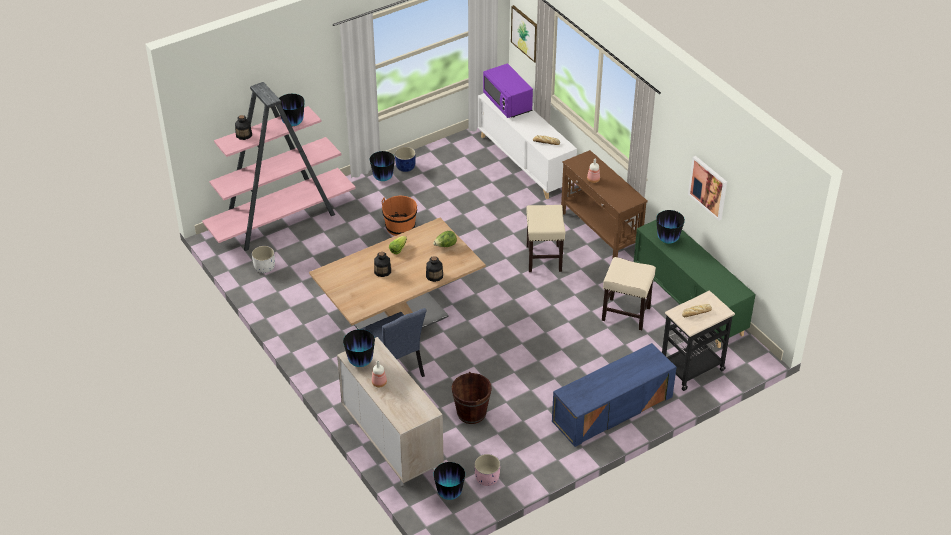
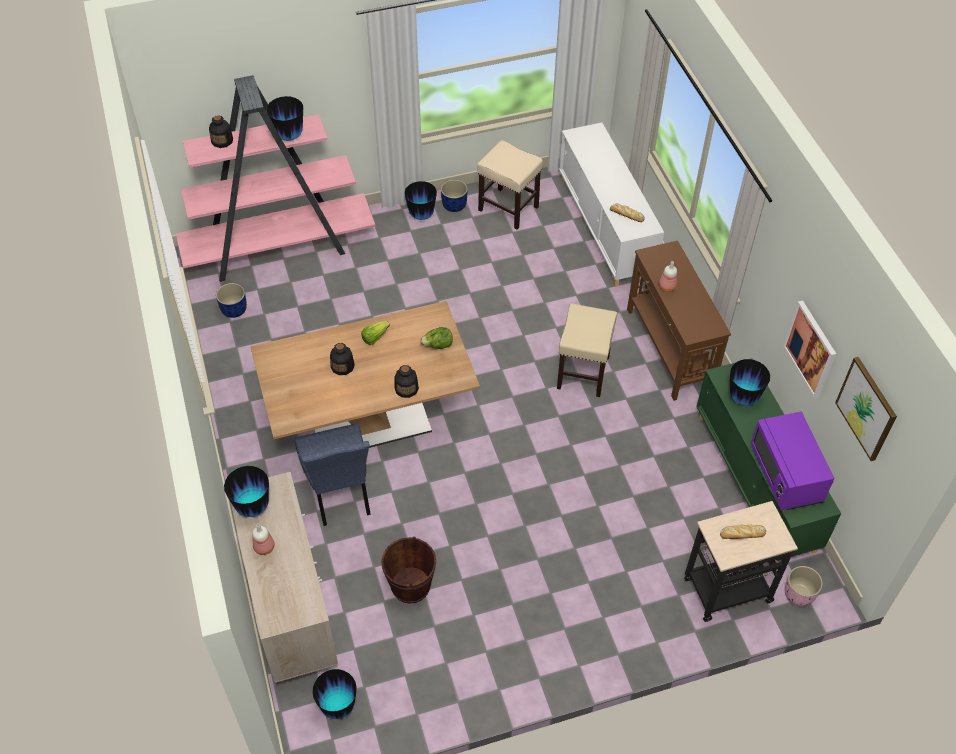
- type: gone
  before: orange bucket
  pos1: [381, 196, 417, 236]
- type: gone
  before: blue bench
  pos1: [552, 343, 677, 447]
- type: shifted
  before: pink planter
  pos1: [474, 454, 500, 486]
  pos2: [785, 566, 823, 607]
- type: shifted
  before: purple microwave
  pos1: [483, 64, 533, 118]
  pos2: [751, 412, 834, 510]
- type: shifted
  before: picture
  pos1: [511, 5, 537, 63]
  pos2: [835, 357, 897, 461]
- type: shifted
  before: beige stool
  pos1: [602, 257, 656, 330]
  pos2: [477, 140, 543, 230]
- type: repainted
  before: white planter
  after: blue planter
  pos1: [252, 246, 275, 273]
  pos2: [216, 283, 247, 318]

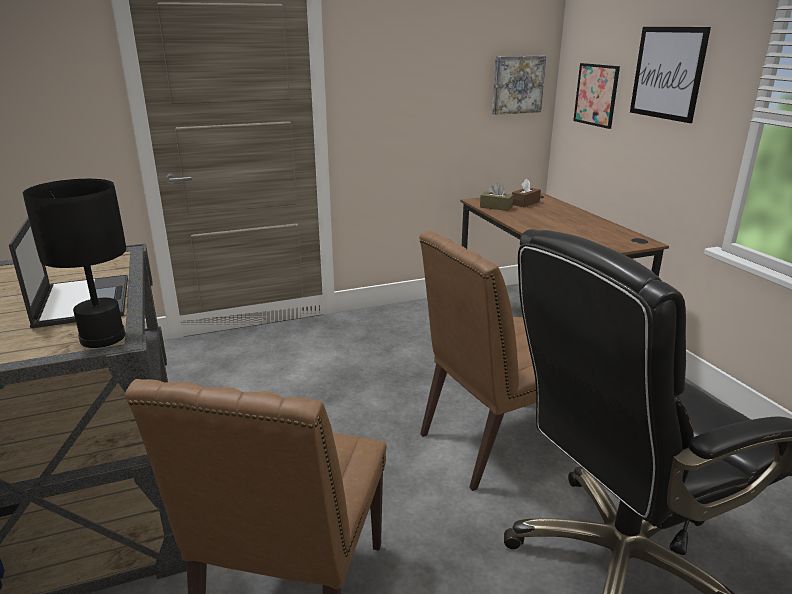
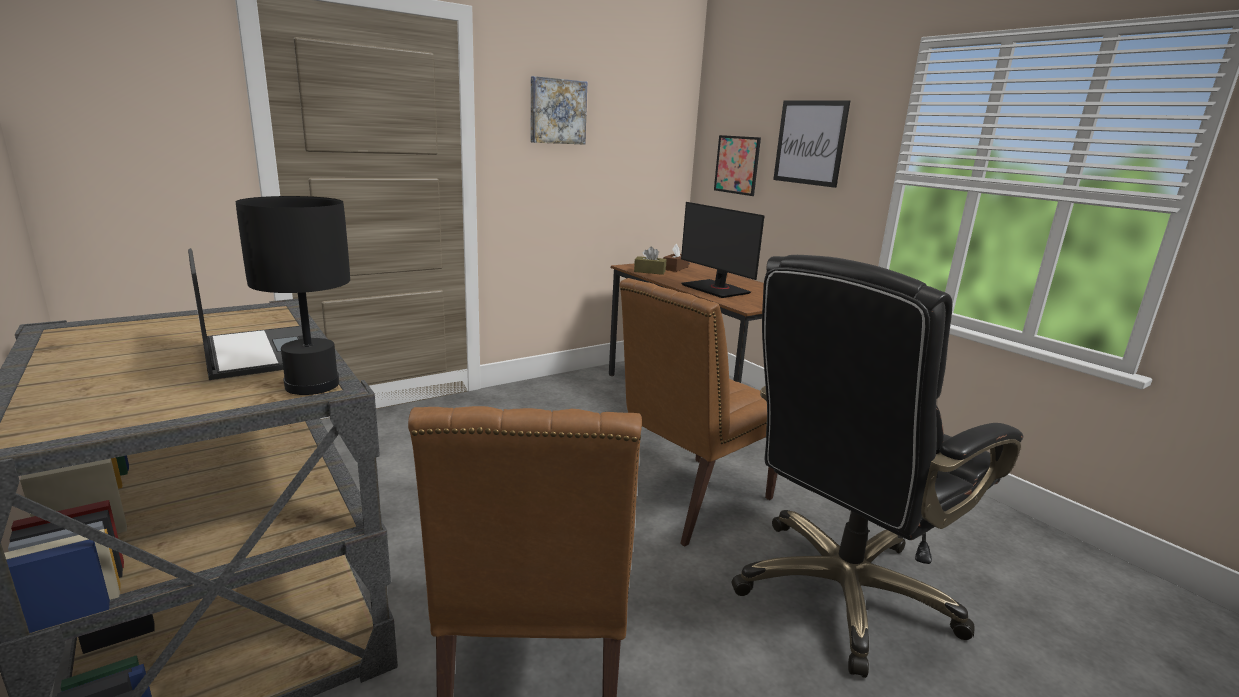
- type: new
  after: monitor
  pos2: [681, 202, 765, 298]
- type: shifted
  before: picture
  pos1: [492, 56, 546, 115]
  pos2: [530, 76, 587, 145]

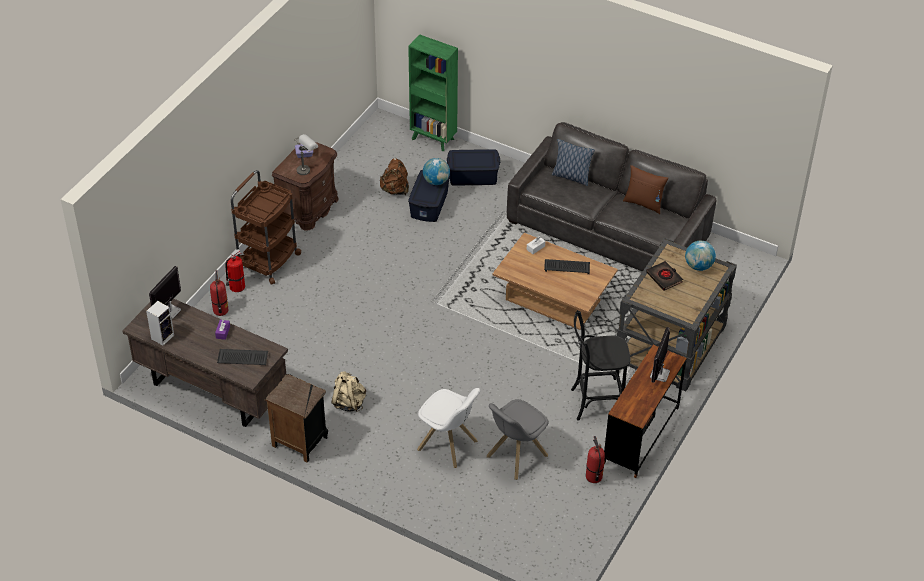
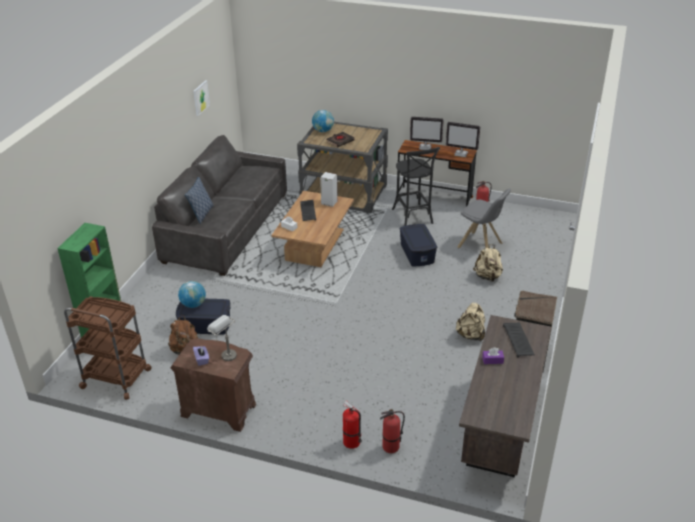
- type: gone
  before: brown pillow
  pos1: [623, 165, 668, 214]
- type: new
  after: picture
  pos2: [193, 80, 210, 116]
- type: shifted
  before: speaker
  pos1: [146, 301, 174, 346]
  pos2: [320, 172, 338, 207]
- type: shifted
  before: monitor
  pos1: [149, 266, 181, 319]
  pos2: [446, 122, 480, 157]
- type: shifted
  before: brown cart
  pos1: [231, 170, 301, 285]
  pos2: [64, 296, 152, 400]
- type: shifted
  before: blue storage box
  pos1: [447, 149, 500, 185]
  pos2: [399, 224, 437, 266]
- type: swapped
  before: white chair
  after: beige backpack
  pos1: [417, 388, 480, 468]
  pos2: [473, 244, 503, 282]

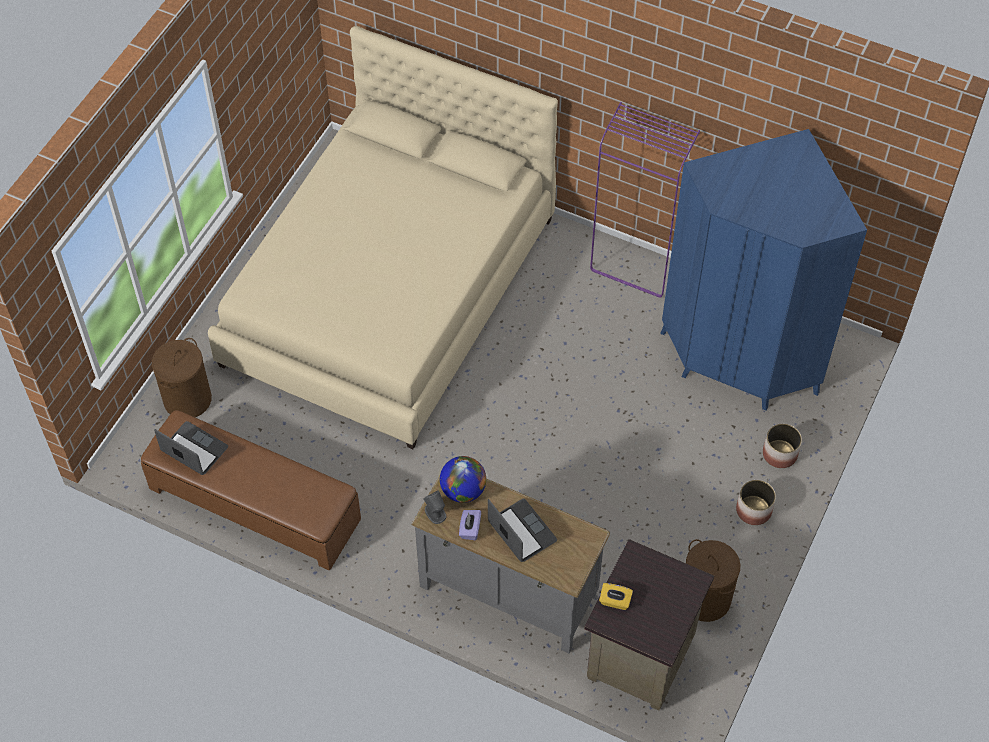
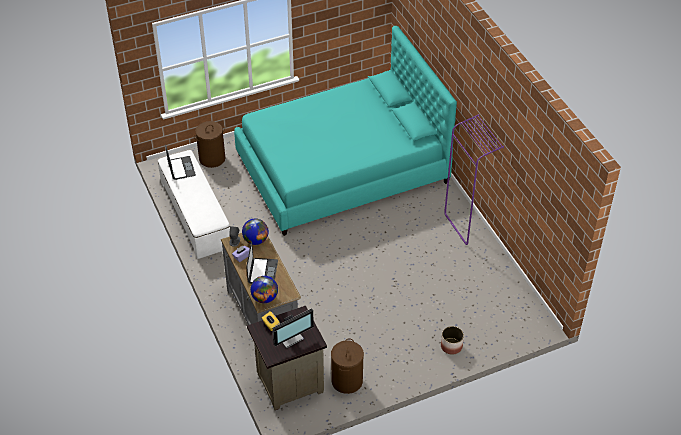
- type: gone
  before: blue wardrobe
  pos1: [660, 129, 867, 410]
- type: gone
  before: planter
  pos1: [736, 480, 776, 525]
- type: new
  after: globe
  pos2: [250, 276, 278, 303]
- type: new
  after: monitor
  pos2: [273, 308, 314, 348]
- type: repainted
  before: brown bench
  after: white bench
  pos1: [141, 410, 361, 570]
  pos2: [158, 150, 230, 259]
- type: repainted
  before: beige bed
  after: turquoise bed
  pos1: [208, 26, 558, 449]
  pos2: [234, 26, 457, 236]

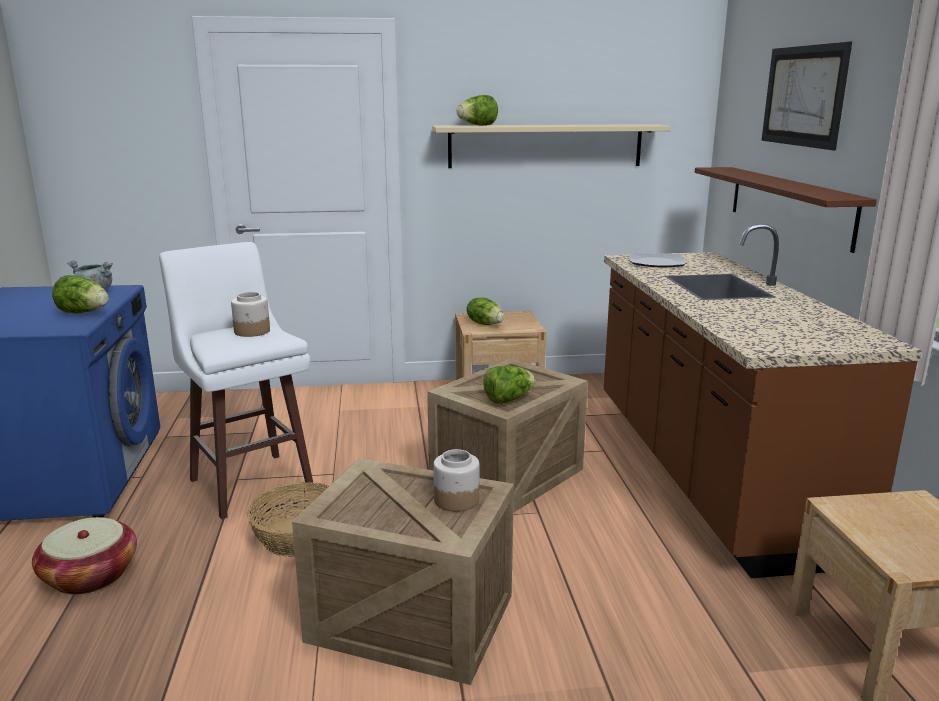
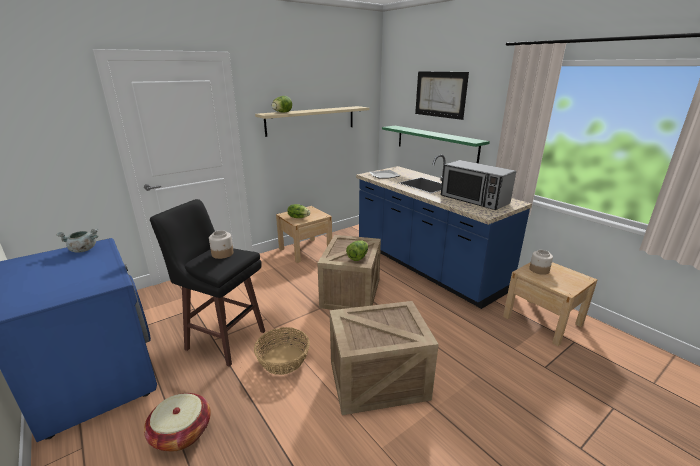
- type: gone
  before: lettuce
  pos1: [52, 275, 109, 313]
- type: new
  after: microwave
  pos2: [441, 160, 516, 210]
- type: shifted
  before: jar
  pos1: [433, 449, 479, 512]
  pos2: [529, 250, 553, 275]
- type: repainted
  before: white stool
  after: black stool
  pos1: [159, 242, 313, 519]
  pos2: [150, 199, 265, 367]
- type: repainted
  before: brown counter
  after: blue counter
  pos1: [604, 224, 922, 578]
  pos2: [356, 155, 532, 309]
- type: repainted
  before: brown shelf
  after: green shelf
  pos1: [695, 167, 877, 253]
  pos2: [382, 126, 490, 163]

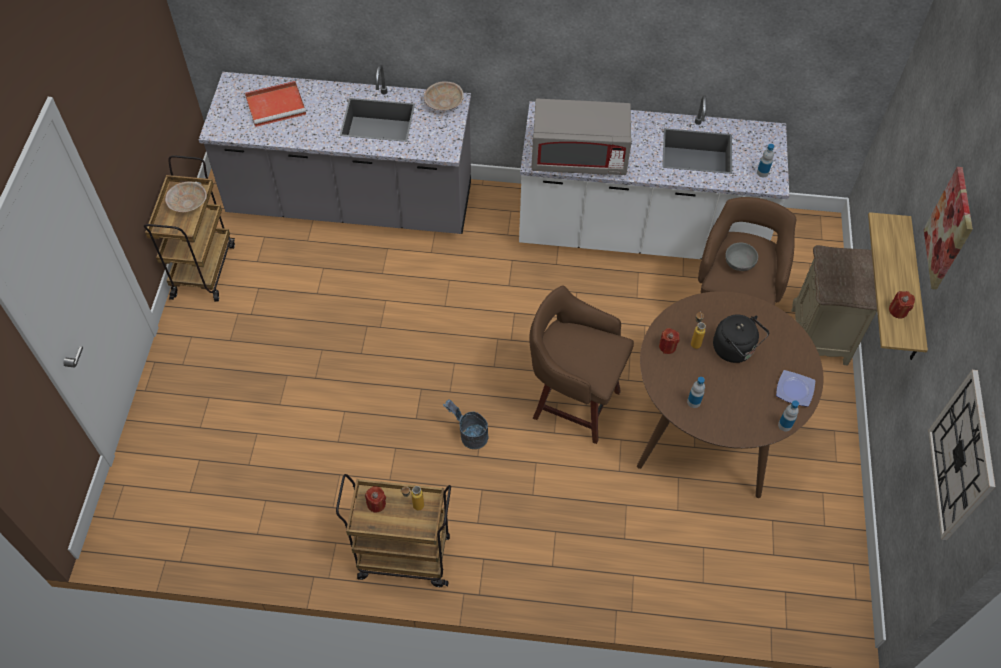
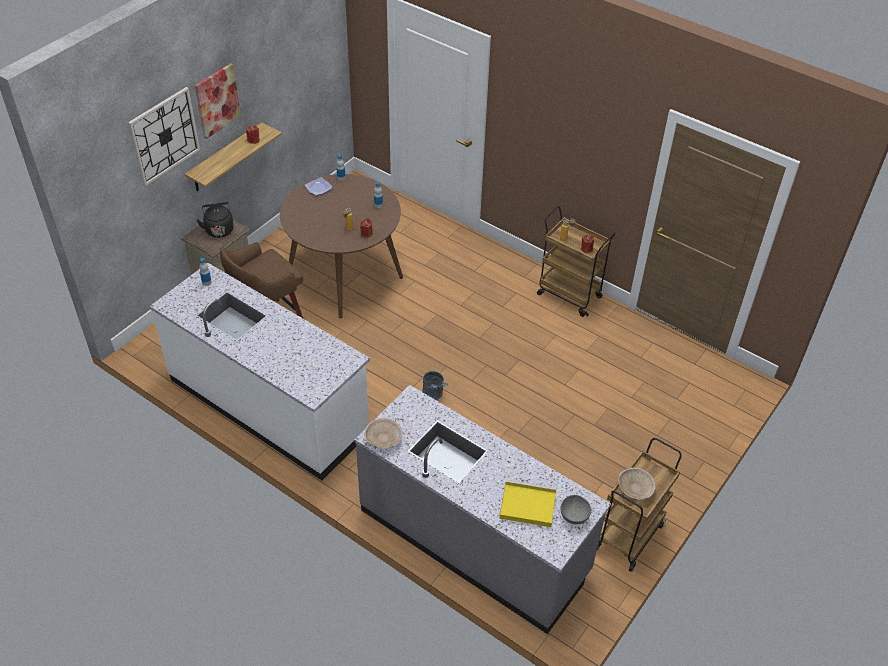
- type: gone
  before: brown stool
  pos1: [529, 285, 634, 444]
- type: gone
  before: grey microwave
  pos1: [531, 99, 632, 175]
- type: shifted
  before: grey bucket
  pos1: [443, 399, 488, 449]
  pos2: [422, 371, 449, 400]
- type: shifted
  before: black kettle
  pos1: [713, 314, 769, 363]
  pos2: [197, 202, 234, 238]
- type: shifted
  before: grey bowl
  pos1: [725, 242, 758, 271]
  pos2: [560, 495, 591, 525]
- type: shifted
  before: wall clock
  pos1: [928, 370, 996, 540]
  pos2: [128, 87, 200, 186]
- type: repainted
  before: red tray
  after: yellow tray
  pos1: [245, 81, 306, 127]
  pos2: [499, 480, 557, 527]

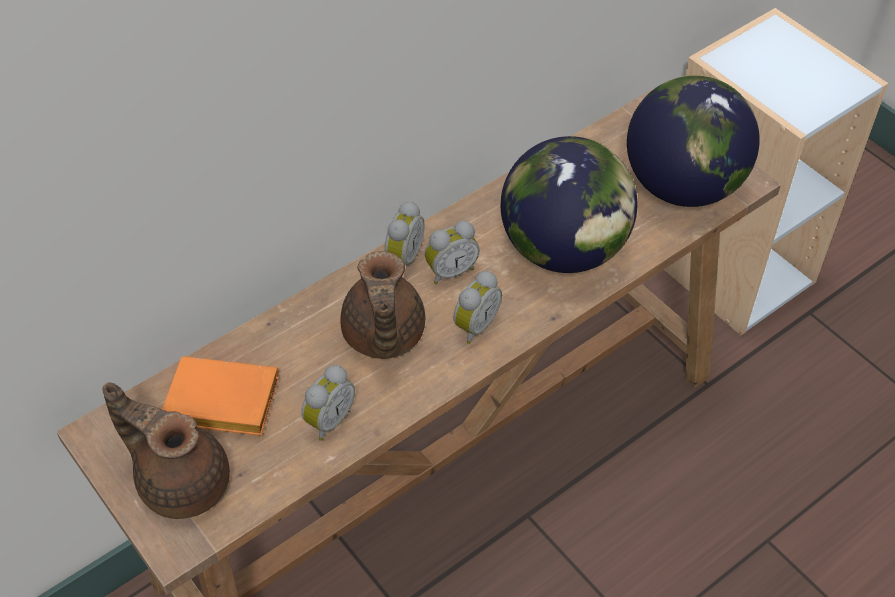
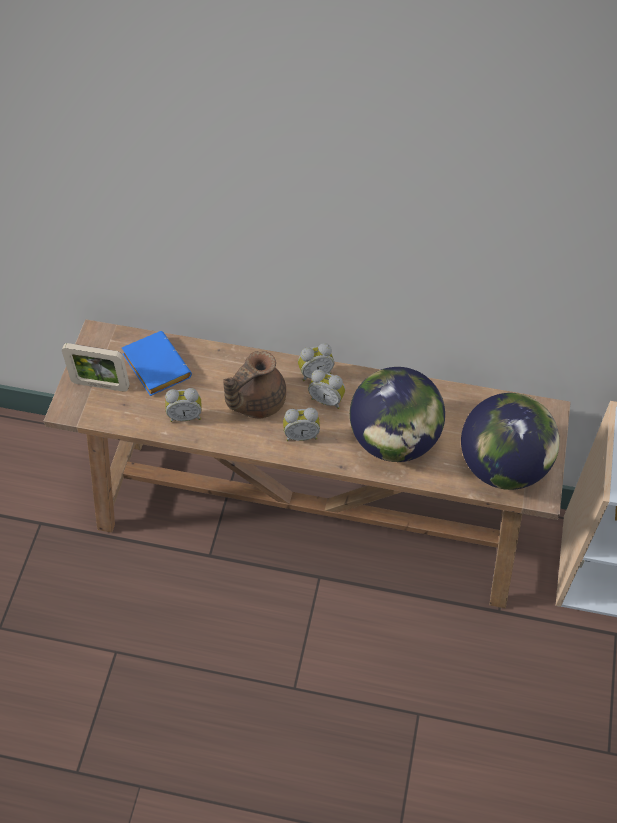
- type: swapped
  before: brown teapot
  after: picture frame
  pos1: [103, 382, 230, 519]
  pos2: [62, 343, 130, 392]
- type: repainted
  before: orange book
  after: blue book
  pos1: [162, 356, 279, 436]
  pos2: [122, 331, 192, 396]

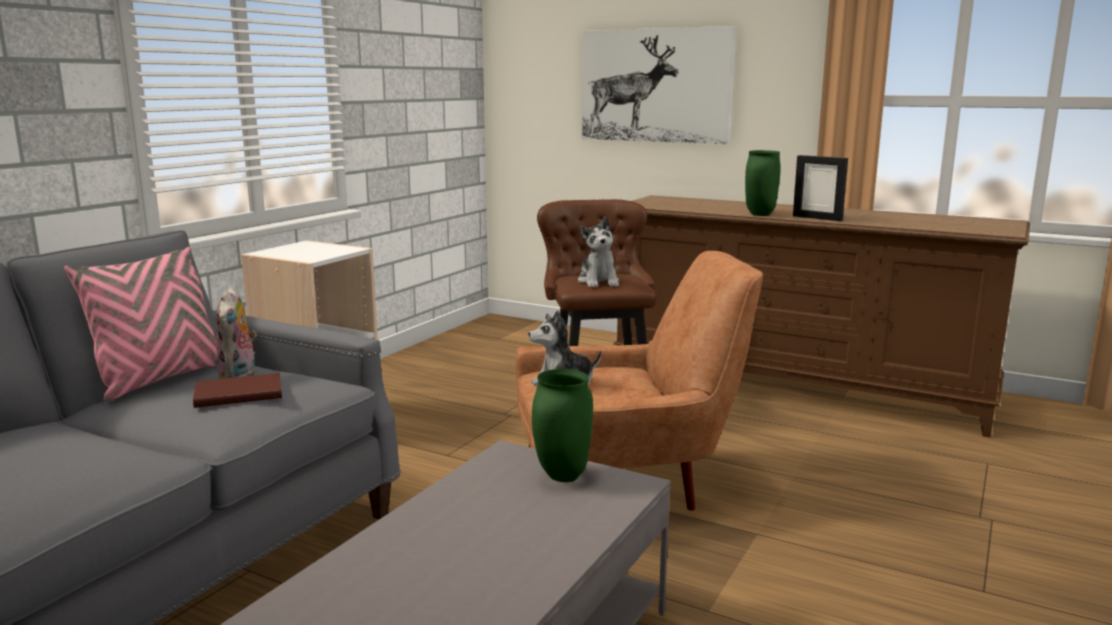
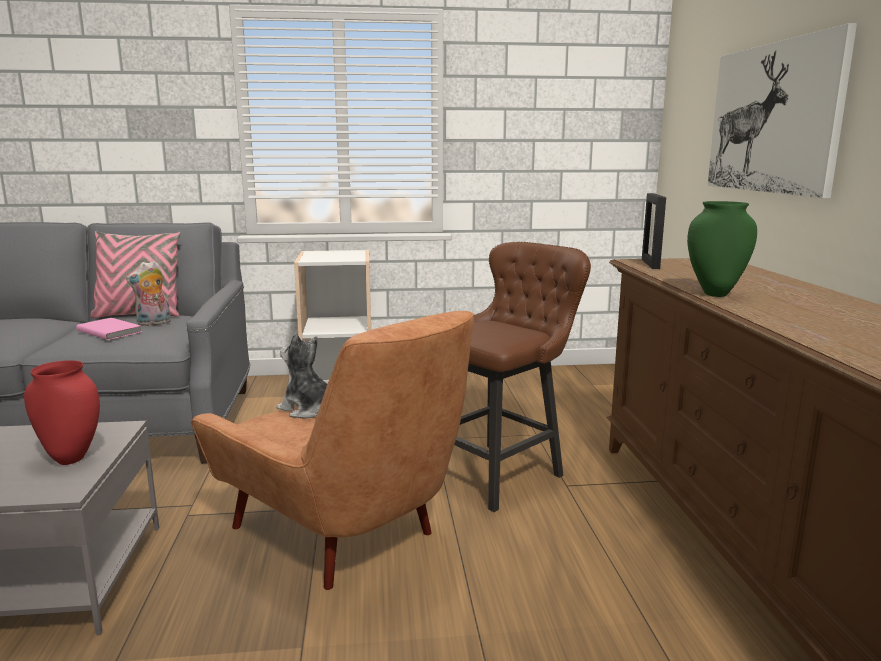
- type: gone
  before: plush toy
  pos1: [578, 217, 619, 288]
- type: shifted
  before: picture frame
  pos1: [793, 155, 848, 221]
  pos2: [642, 193, 666, 269]
- type: repainted
  before: brown book
  after: pink book
  pos1: [193, 373, 282, 408]
  pos2: [76, 318, 141, 340]
- type: repainted
  before: green vase
  after: red vase
  pos1: [532, 369, 593, 482]
  pos2: [24, 360, 100, 465]

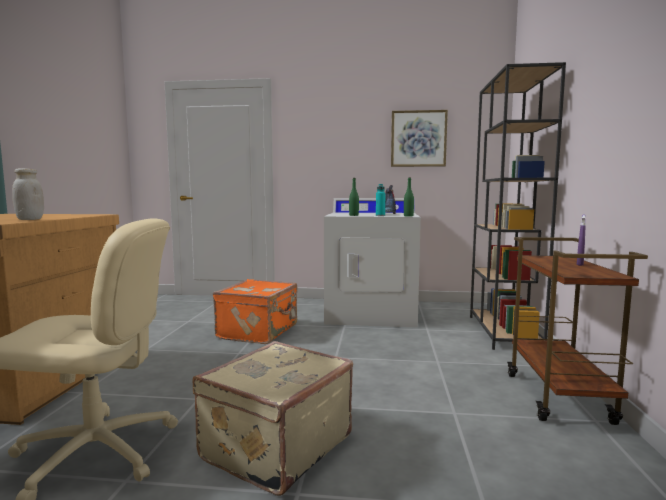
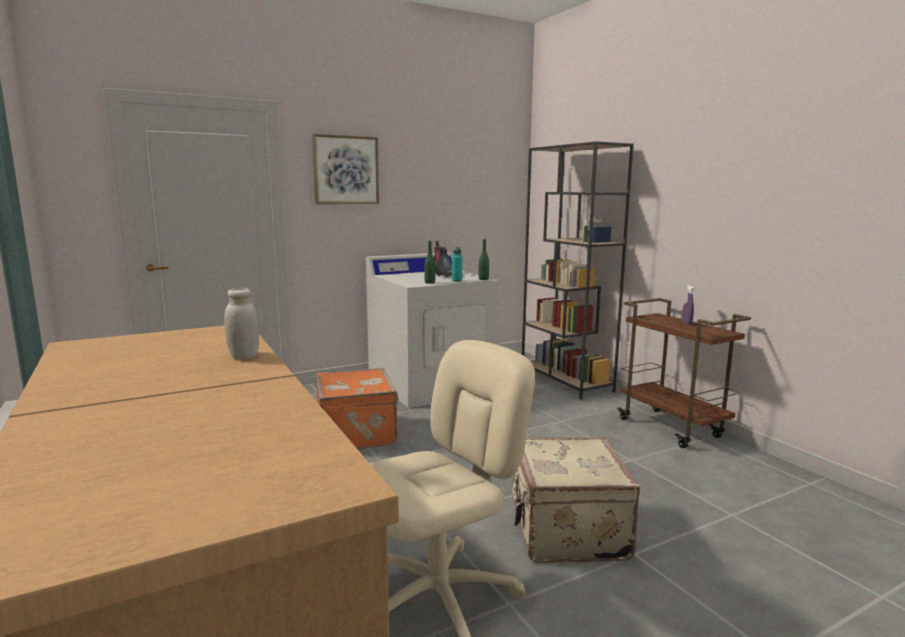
- type: shifted
  before: picture
  pos1: [391, 110, 448, 167]
  pos2: [312, 134, 379, 204]

